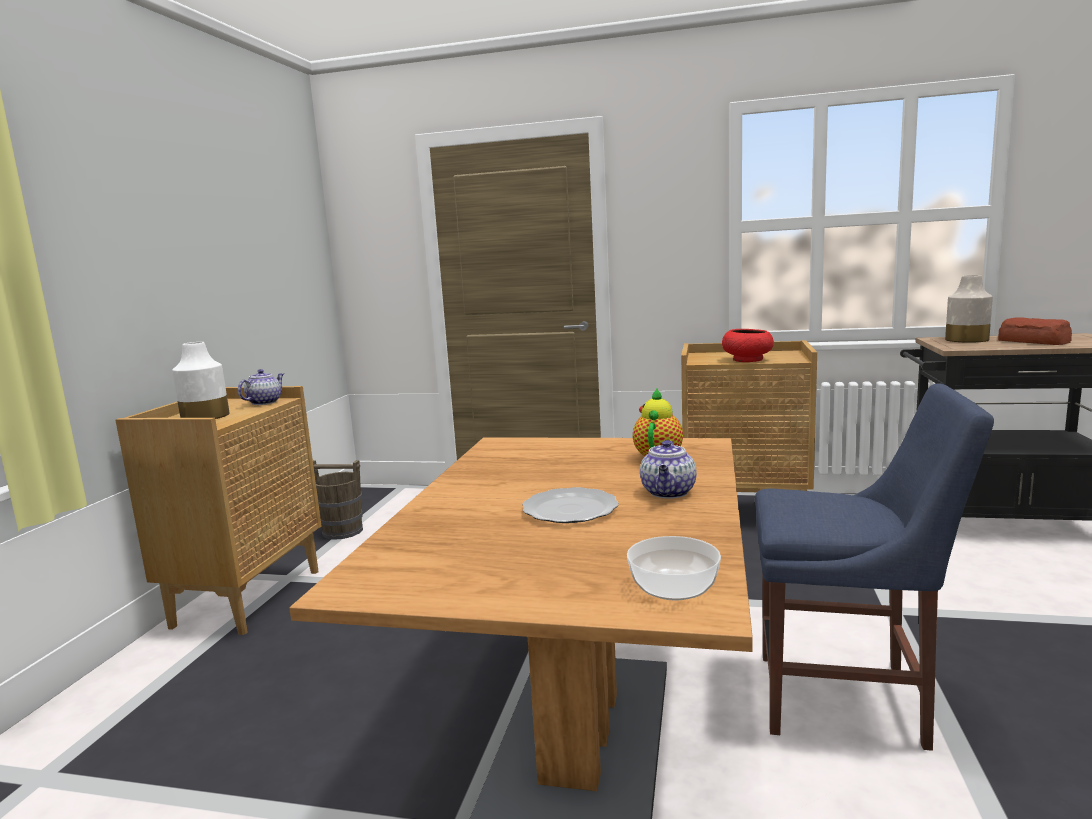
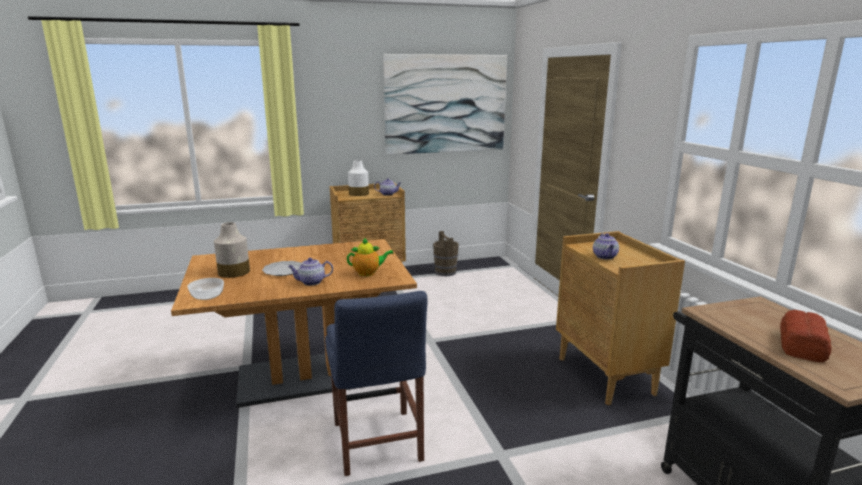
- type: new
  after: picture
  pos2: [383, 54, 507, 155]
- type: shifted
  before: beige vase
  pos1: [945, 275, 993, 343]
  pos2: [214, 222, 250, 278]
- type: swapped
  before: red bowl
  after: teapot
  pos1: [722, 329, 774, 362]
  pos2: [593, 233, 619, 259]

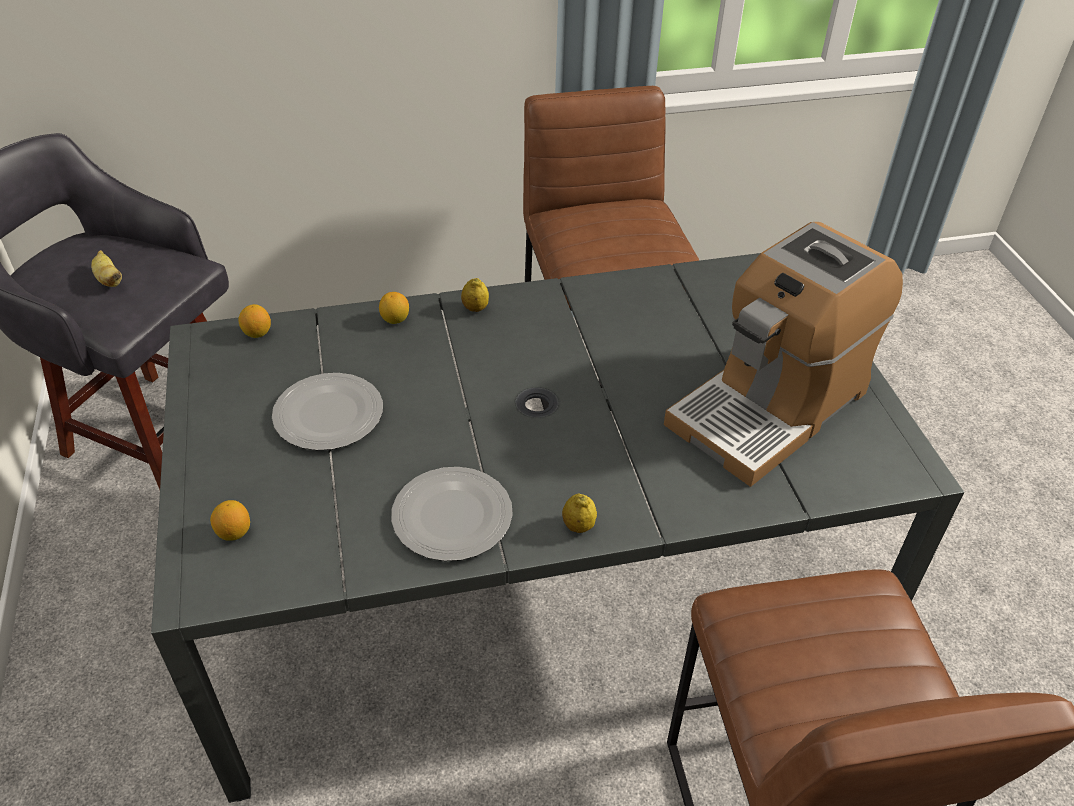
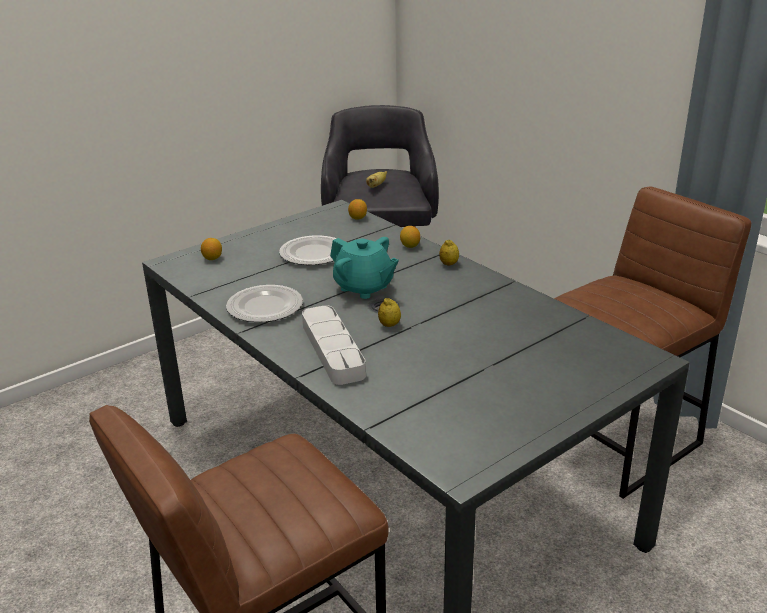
- type: gone
  before: coffee machine
  pos1: [664, 222, 903, 487]
- type: new
  after: grey tray
  pos2: [302, 305, 366, 385]
- type: new
  after: turquoise teapot
  pos2: [330, 237, 399, 299]
- type: shifted
  before: lemon
  pos1: [562, 493, 597, 533]
  pos2: [378, 298, 401, 327]

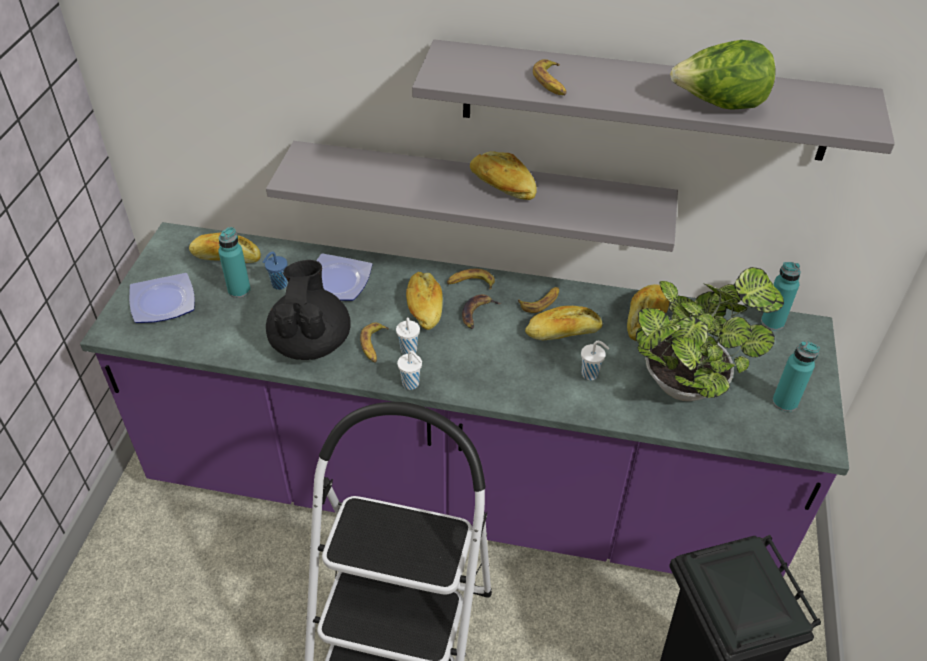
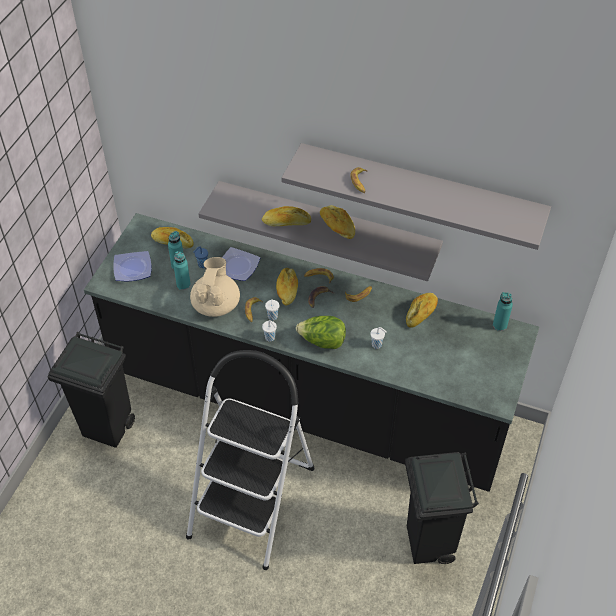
- type: gone
  before: potted plant
  pos1: [636, 267, 784, 401]
- type: new
  after: black trash can
  pos2: [48, 332, 135, 448]
- type: shifted
  before: bread
  pos1: [525, 306, 602, 340]
  pos2: [262, 206, 311, 226]
- type: shifted
  before: lettuce
  pos1: [670, 40, 776, 110]
  pos2: [296, 316, 346, 349]
- type: shifted
  before: turquoise bottle
  pos1: [772, 341, 820, 412]
  pos2: [173, 251, 191, 290]
- type: repainted
  before: purple counter
  after: black counter
  pos1: [80, 222, 849, 577]
  pos2: [84, 213, 539, 492]
- type: repainted
  before: black teapot
  after: beige teapot
  pos1: [266, 260, 350, 360]
  pos2: [190, 257, 240, 317]

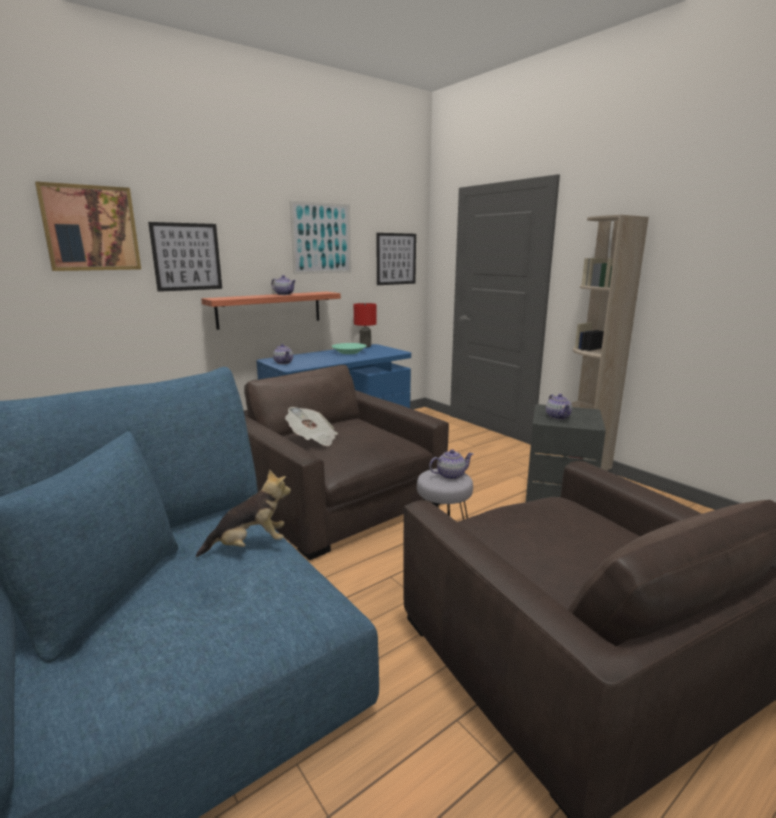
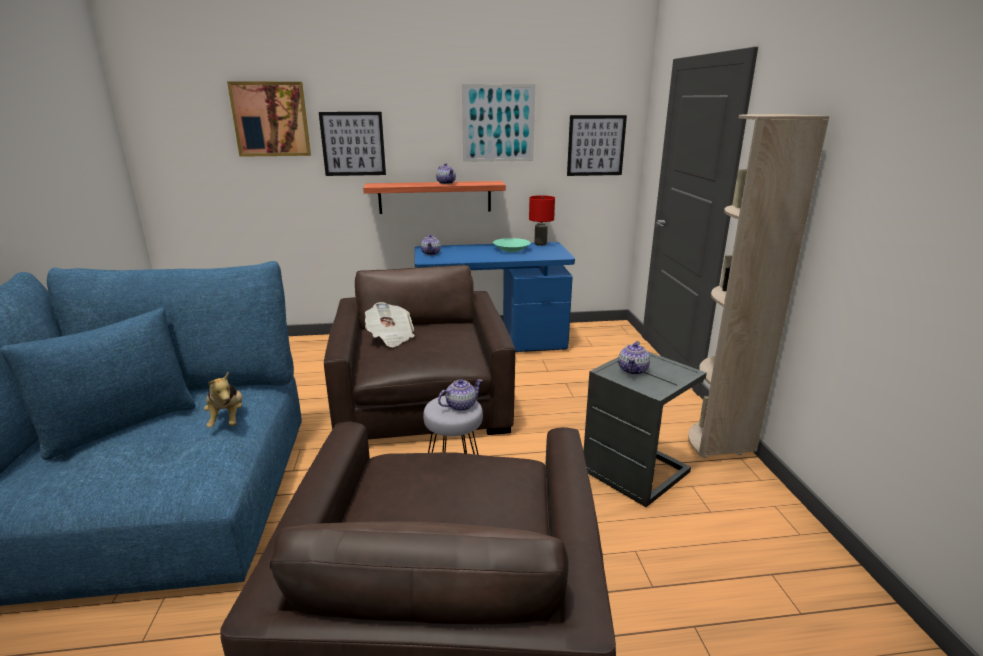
- type: rotated
  before: plush toy
  pos1: [196, 469, 291, 557]
  pos2: [204, 372, 242, 428]
  turn: 60
- type: rotated
  before: teapot
  pos1: [429, 449, 473, 480]
  pos2: [438, 379, 483, 411]
  turn: -45

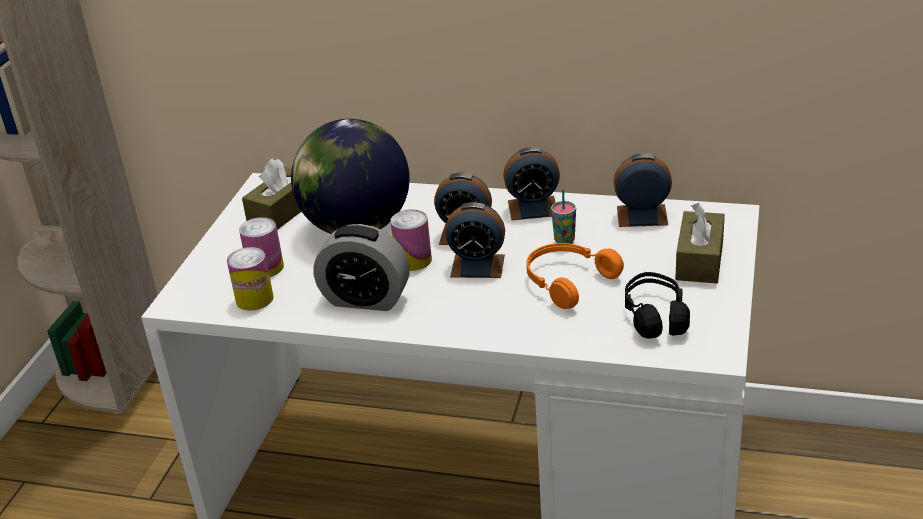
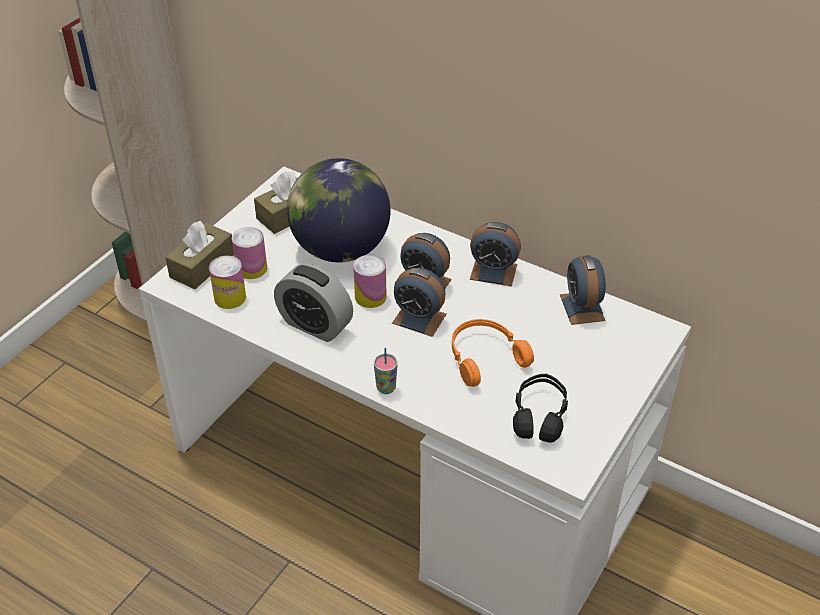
- type: shifted
  before: cup
  pos1: [551, 189, 576, 244]
  pos2: [374, 348, 398, 394]
- type: shifted
  before: brown tissue box
  pos1: [675, 203, 725, 283]
  pos2: [165, 221, 234, 289]
- type: rotated
  before: alarm clock
  pos1: [614, 153, 672, 227]
  pos2: [560, 255, 606, 325]
  turn: -120

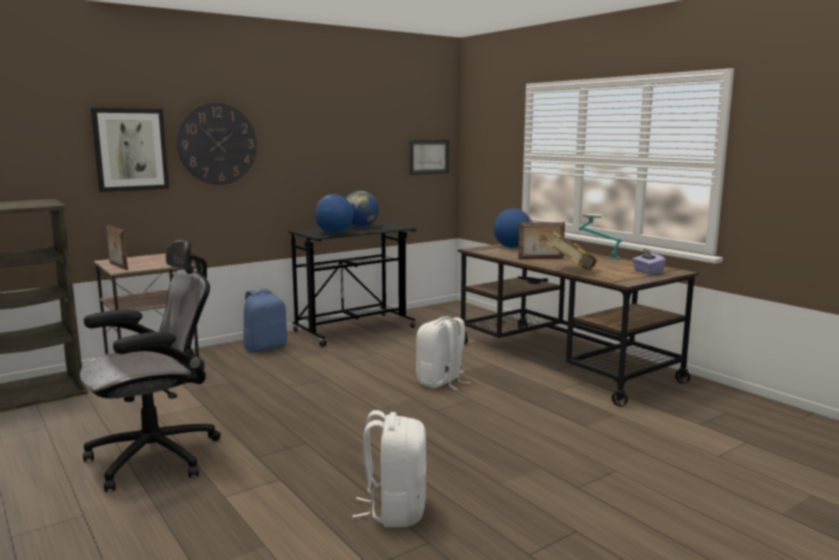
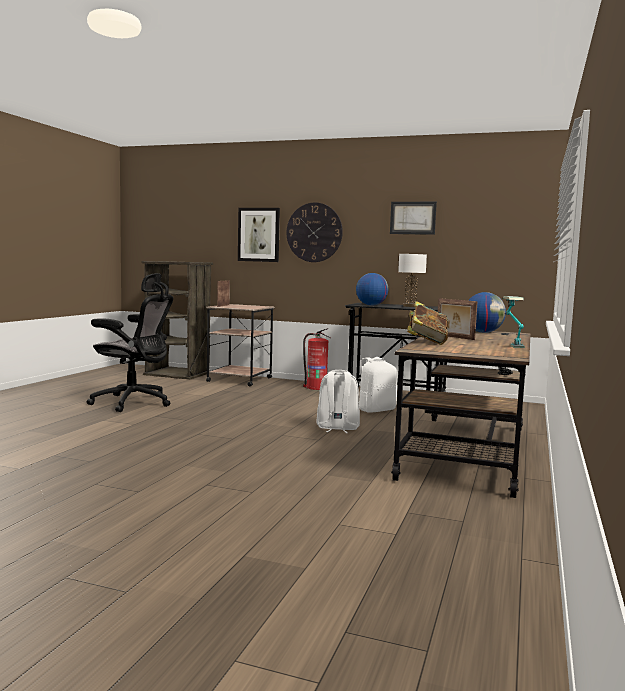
- type: gone
  before: purple tissue box
  pos1: [632, 249, 666, 275]
- type: shifted
  before: white backpack
  pos1: [352, 410, 426, 527]
  pos2: [359, 357, 398, 413]
- type: shifted
  before: picture
  pos1: [410, 140, 449, 175]
  pos2: [390, 202, 437, 235]
- type: swapped
  before: blue backpack
  after: fire extinguisher
  pos1: [243, 288, 287, 352]
  pos2: [303, 328, 331, 390]
- type: swapped
  before: globe
  after: table lamp
  pos1: [346, 191, 379, 228]
  pos2: [398, 254, 427, 307]

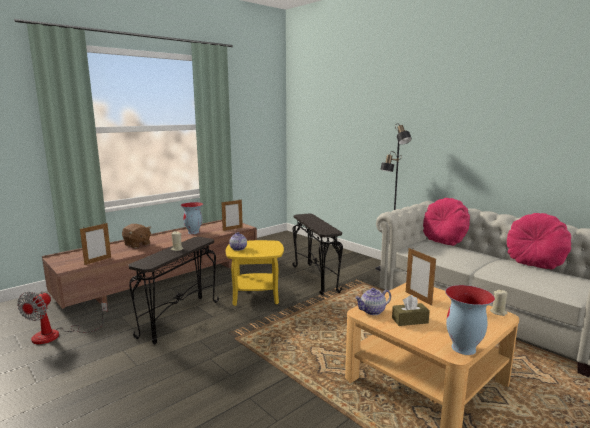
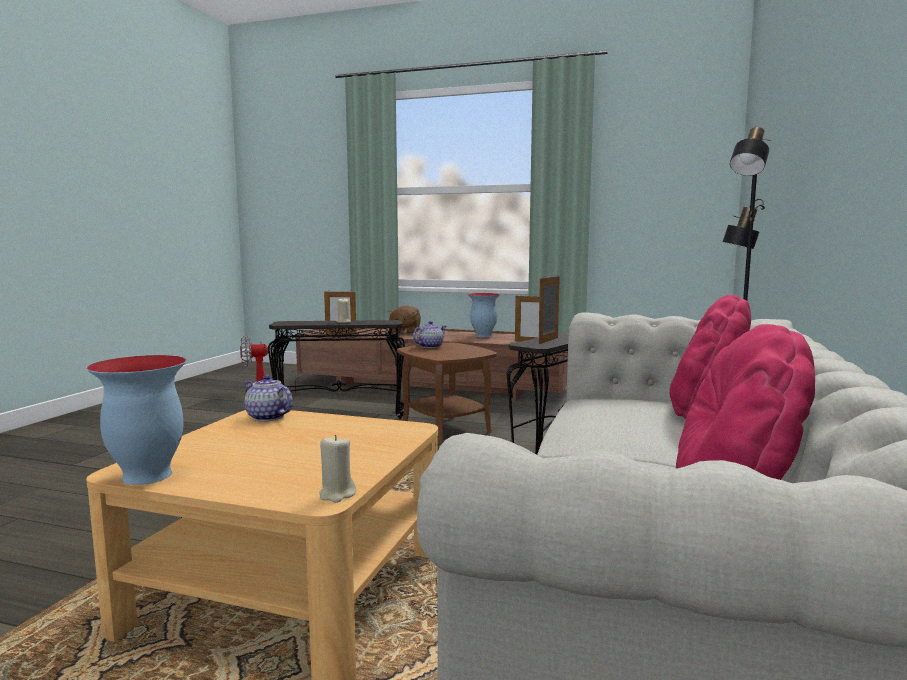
- type: gone
  before: brown tissue box
  pos1: [392, 295, 430, 326]
- type: shifted
  before: picture frame
  pos1: [406, 248, 436, 306]
  pos2: [538, 275, 560, 344]
- type: repainted
  before: yellow side table
  after: brown side table
  pos1: [226, 240, 284, 306]
  pos2: [397, 342, 497, 444]

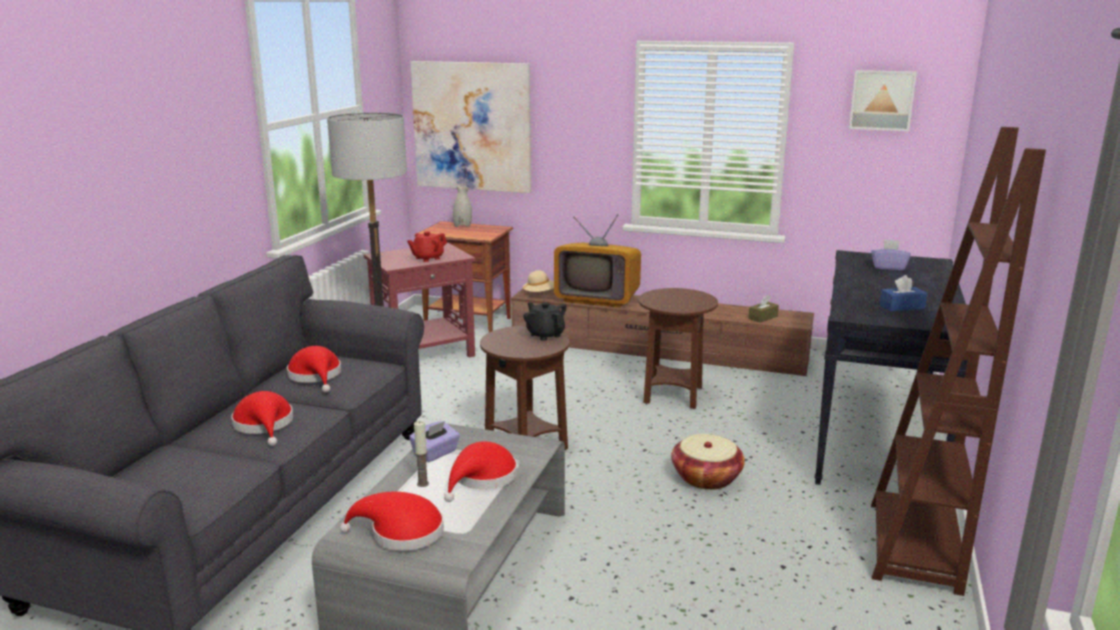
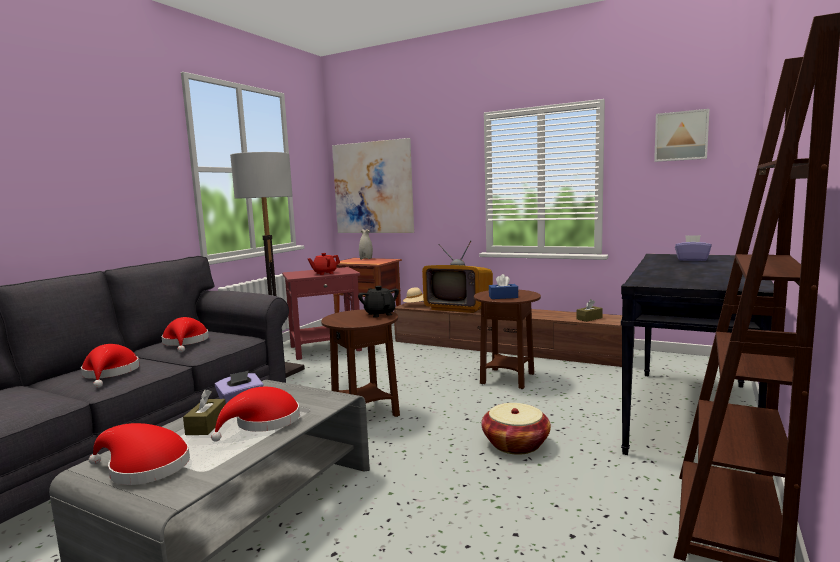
- type: shifted
  before: blue tissue box
  pos1: [880, 275, 927, 312]
  pos2: [489, 274, 518, 299]
- type: swapped
  before: candle
  after: brown tissue box
  pos1: [414, 421, 429, 487]
  pos2: [183, 390, 226, 435]

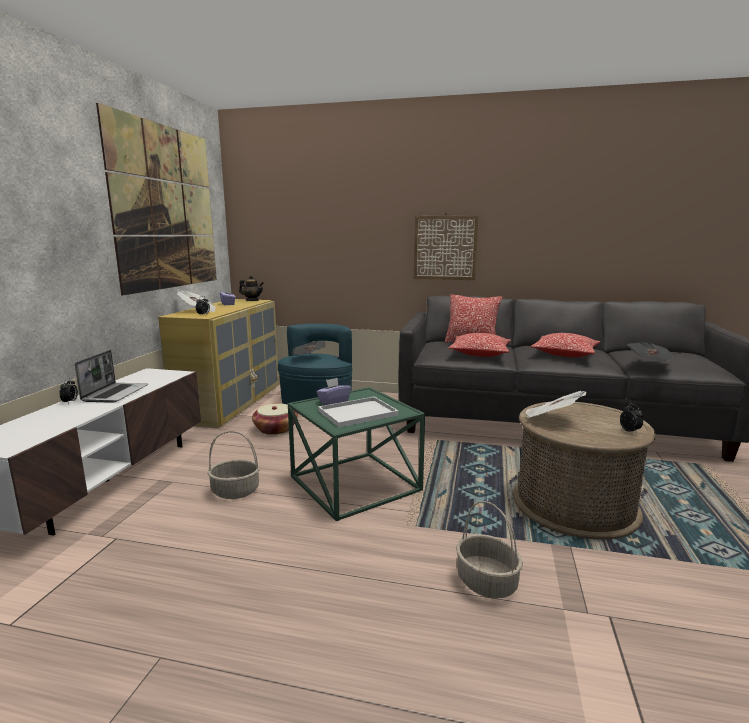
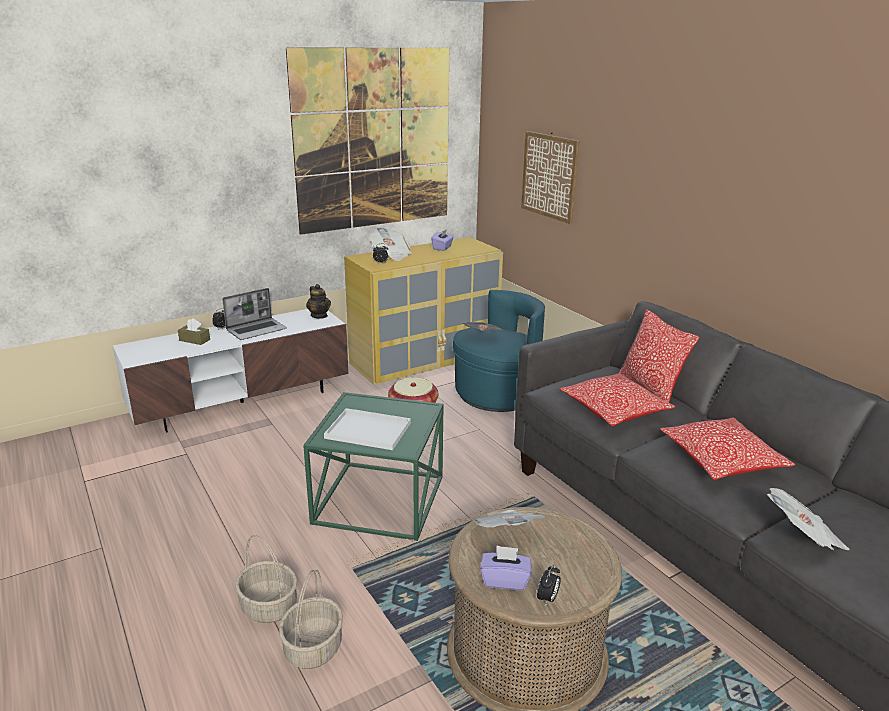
- type: new
  after: brown tissue box
  pos2: [178, 318, 210, 345]
- type: shifted
  before: basket
  pos1: [207, 431, 260, 499]
  pos2: [235, 535, 297, 623]
- type: shifted
  before: teapot
  pos1: [239, 275, 264, 301]
  pos2: [306, 284, 331, 319]
- type: shifted
  before: purple tissue box
  pos1: [317, 378, 351, 405]
  pos2: [480, 545, 531, 590]
- type: shifted
  before: picture
  pos1: [414, 213, 479, 280]
  pos2: [521, 131, 579, 224]

